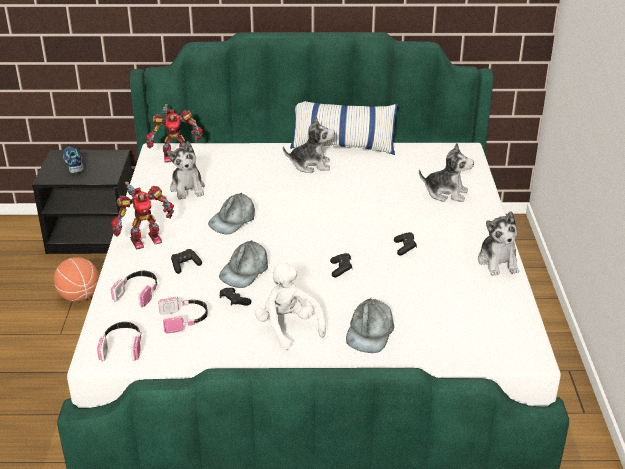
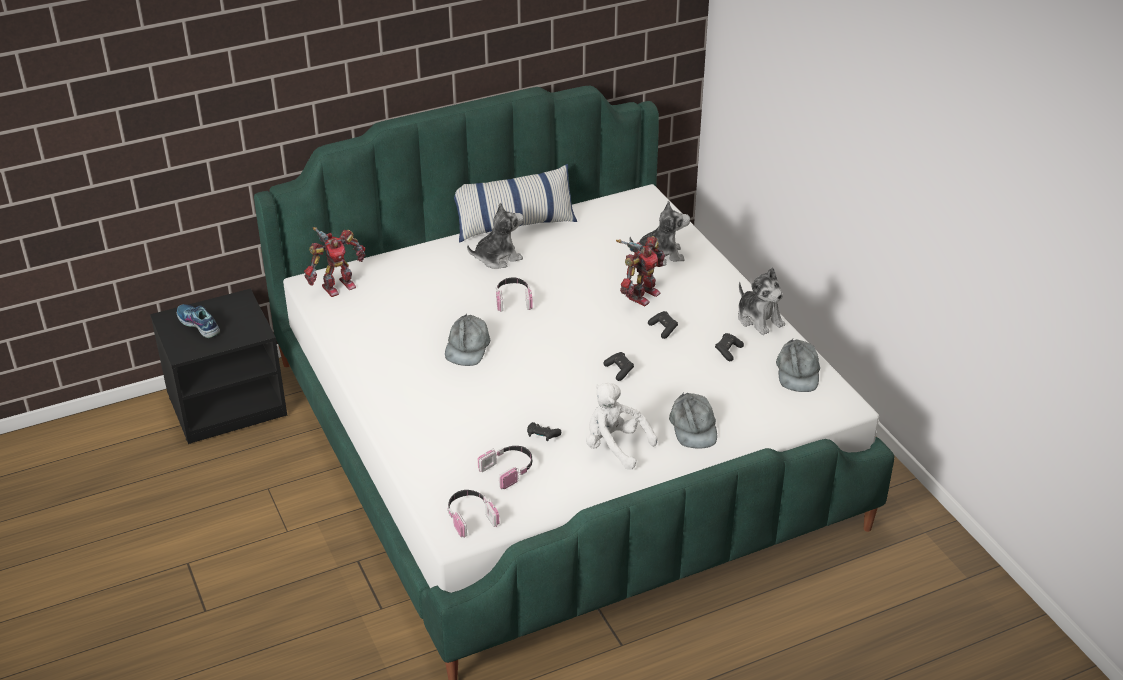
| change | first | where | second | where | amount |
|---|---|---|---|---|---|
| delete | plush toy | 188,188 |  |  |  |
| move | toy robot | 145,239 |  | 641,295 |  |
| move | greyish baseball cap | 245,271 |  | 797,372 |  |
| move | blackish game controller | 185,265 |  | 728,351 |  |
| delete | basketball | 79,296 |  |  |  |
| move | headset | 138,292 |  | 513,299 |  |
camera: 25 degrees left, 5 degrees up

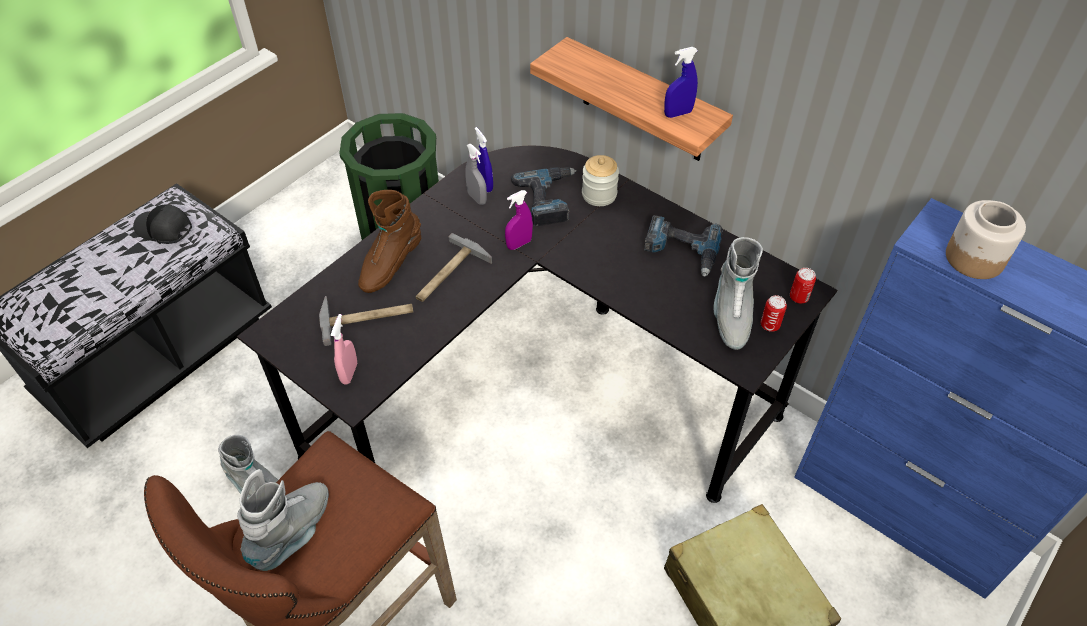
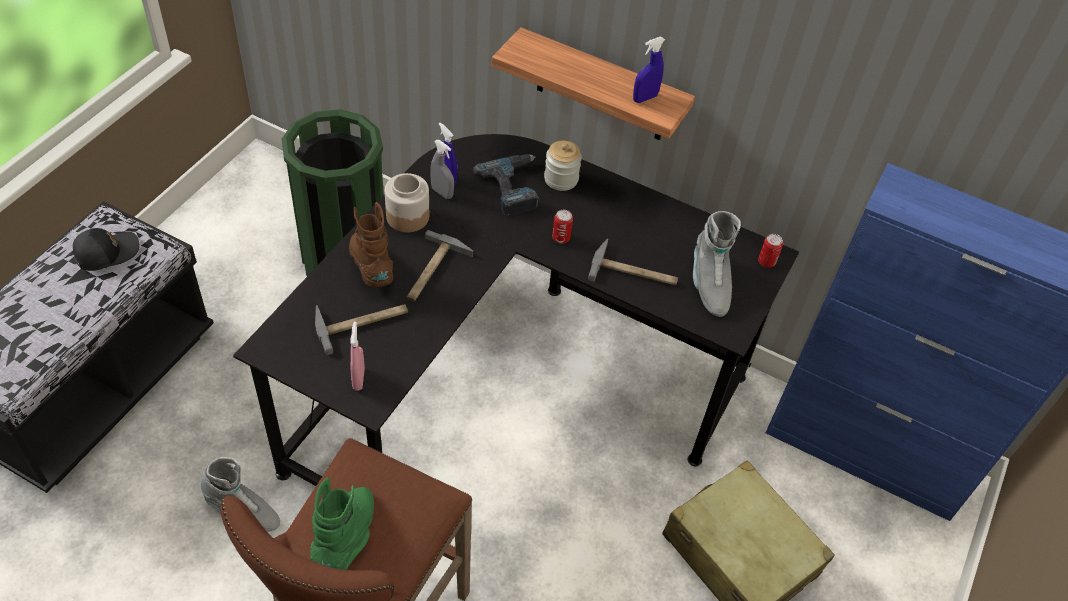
| change | first | where | second | where | amount |
|---|---|---|---|---|---|
| rotate | brownish high-top boot | 390,265 |  | 372,267 | 135 degrees clockwise |
| delete | purple spray bottle | 519,244 |  |  |  |
| move | storage jar | 973,258 |  | 407,216 |  |
| rotate | blackish baseball cap | 164,229 |  | 106,252 | 135 degrees clockwise |
| delete | power drill | 681,251 |  |  |  |
| move | can | 770,325 |  | 561,238 |  |
| recolor | greyish high-top boot | 294,533 | green high-top boot | 347,538 |  |
| insert |  |  | hand hammer | 634,271 |  |
camera: 15 degrees left, 0 degrees up

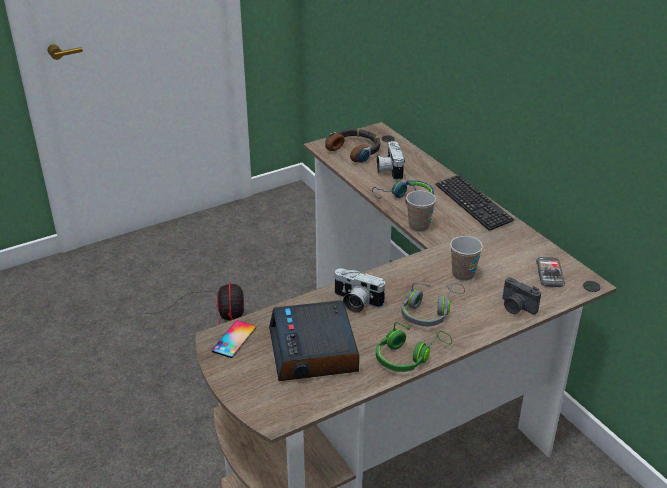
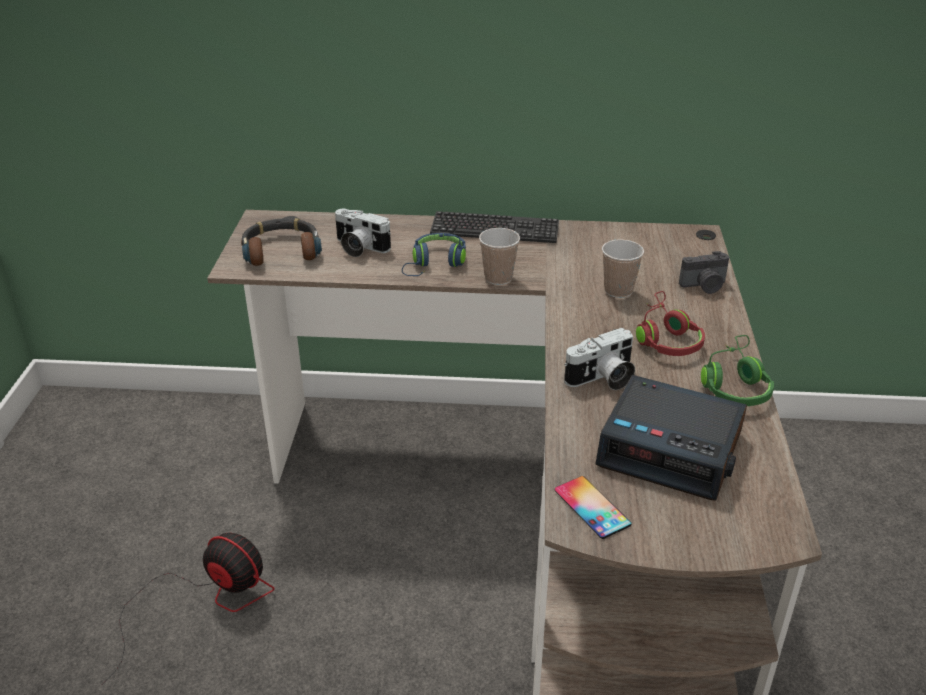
| change | first | where | second | where | amount |
|---|---|---|---|---|---|
| delete | phone | 550,273 |  |  |  |
| recolor | greyish headset | 430,311 | red headset | 665,338 |  |
camera: 55 degrees left, 0 degrees up

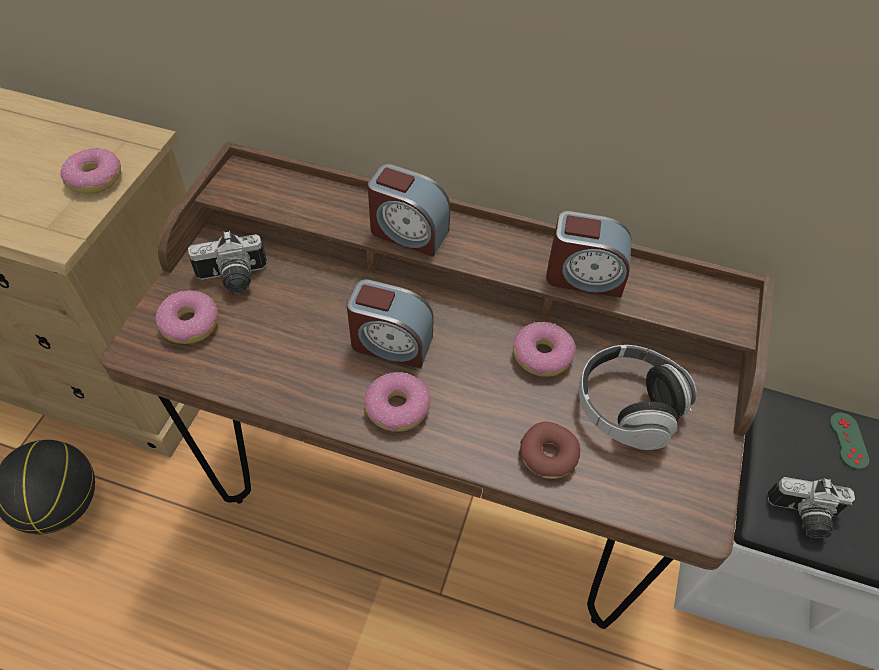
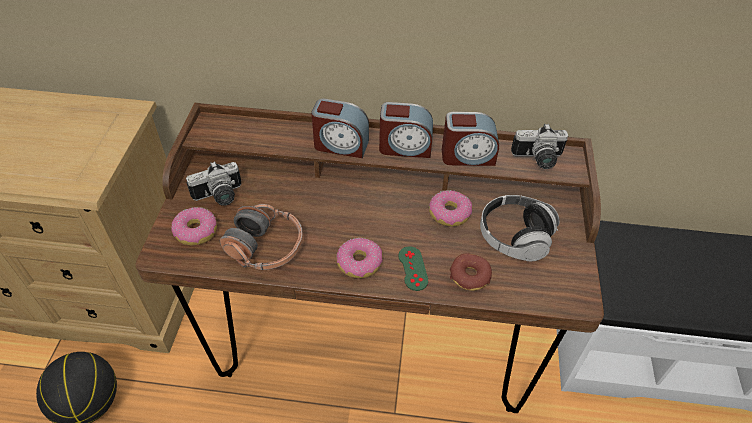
| change | first | where | second | where | amount |
|---|---|---|---|---|---|
| delete | donut | 95,178 |  |  |  |
| move | alarm clock | 390,343 |  | 405,147 |  |
| move | green game controller | 848,440 |  | 413,268 |  |
| move | photo camera | 803,517 |  | 538,160 |  |
| insert |  |  | headset | 265,247 |  |
camera: 10 degrees left, 5 degrees down

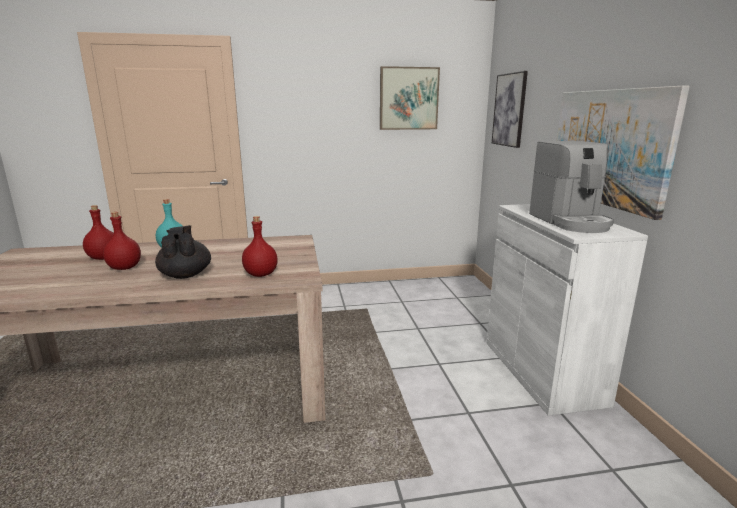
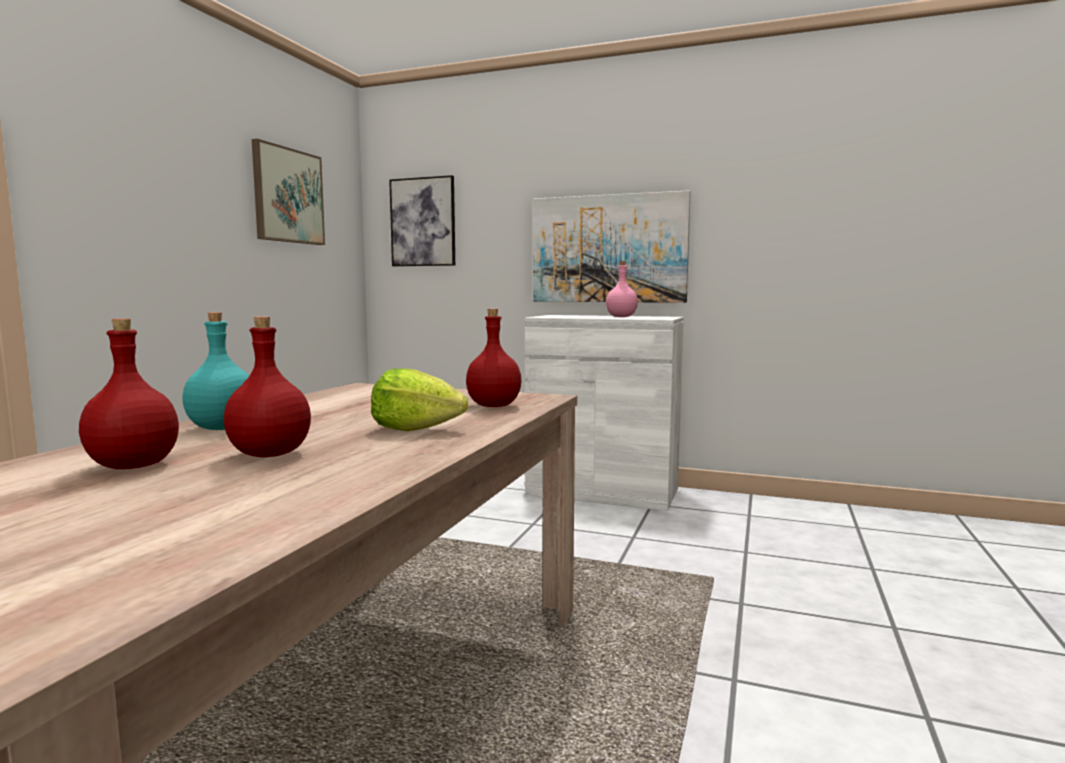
| change | first | where | second | where | amount |
|---|---|---|---|---|---|
| replace | coffee machine | 570,221 | pink beverage bottle | 621,317 |  |
| replace | blackish tea pot | 185,275 | lettuce head | 415,428 |  |
camera: 60 degrees left, 10 degrees down

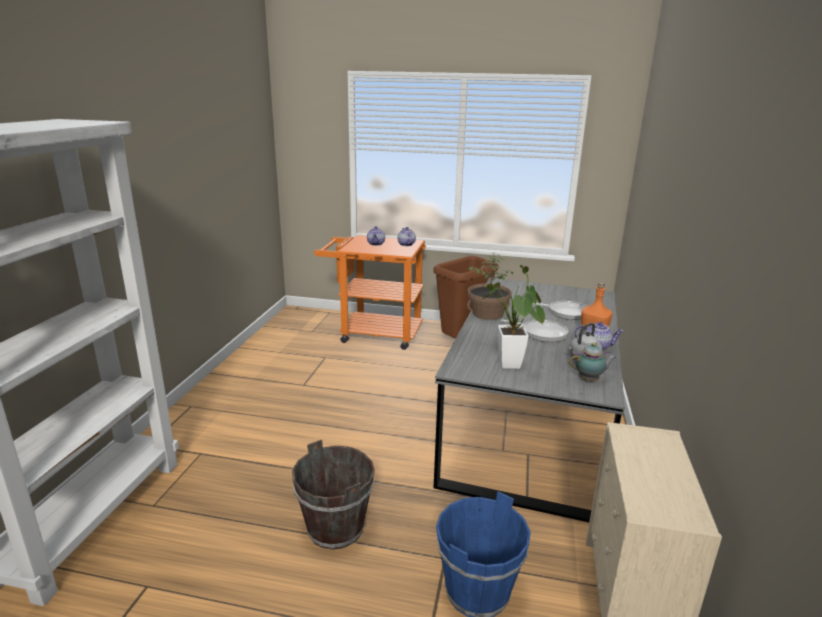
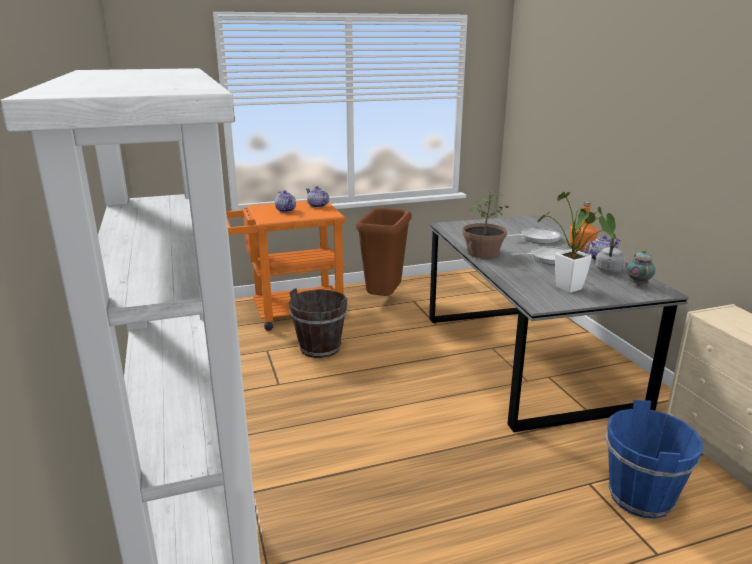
| change | first | where | second | where | amount |
|---|---|---|---|---|---|
| rotate | tea pot | 589,380 |  | 637,284 | 45 degrees counterclockwise |
| move | brownish bucket | 336,528 |  | 320,348 |  |
camera: 30 degrees left, 0 degrees up

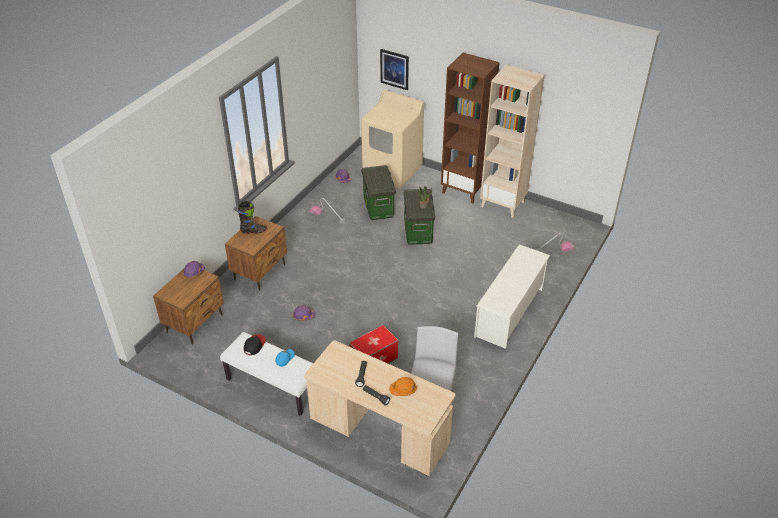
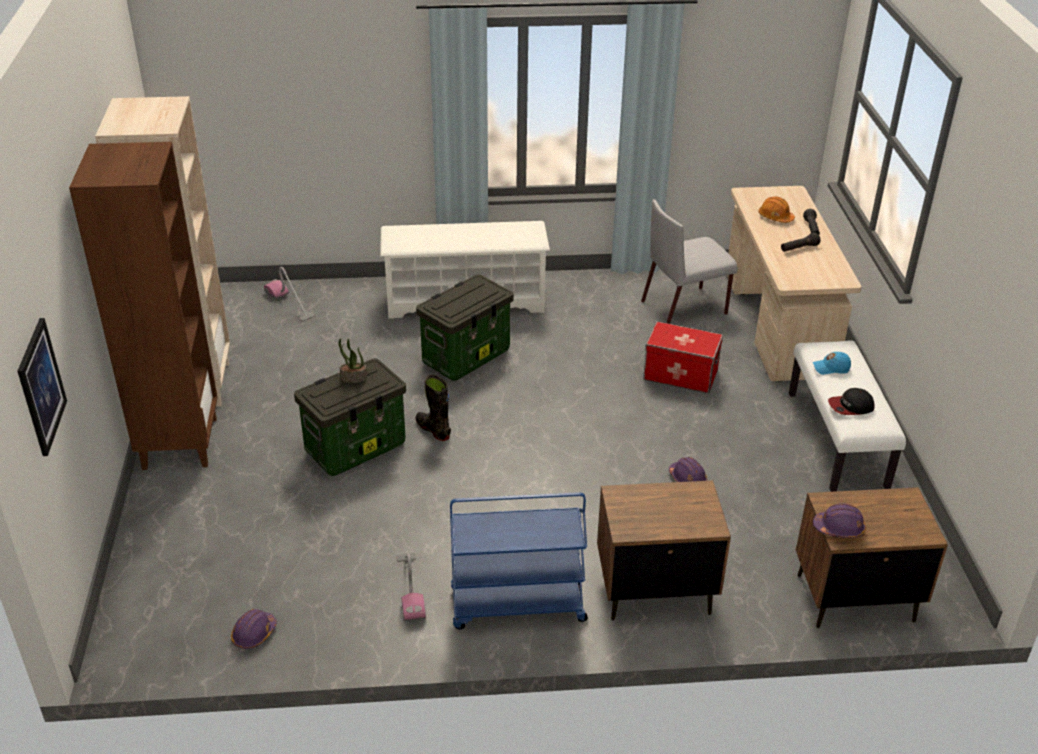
| change | first | where | second | where | amount |
|---|---|---|---|---|---|
| delete | beige laundry machine | 392,171 |  |  |  |
| move | storage bin | 379,207 |  | 466,356 |  |
| move | blackish high-top boot | 253,231 |  | 433,430 |  |
| insert |  |  | bluish trolley | 516,606 |  |
camera: 125 degrees left, 5 degrees down

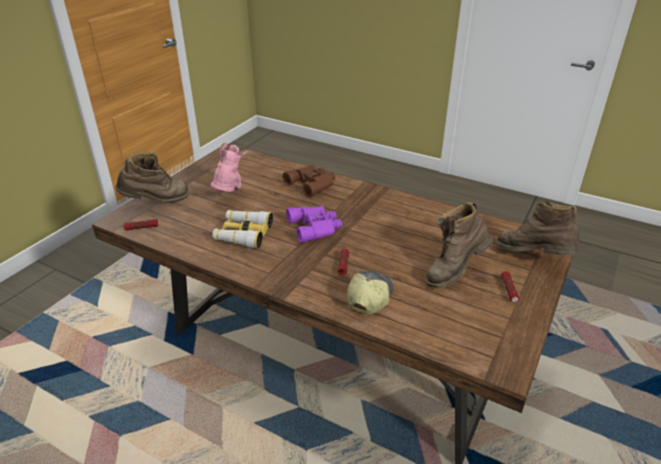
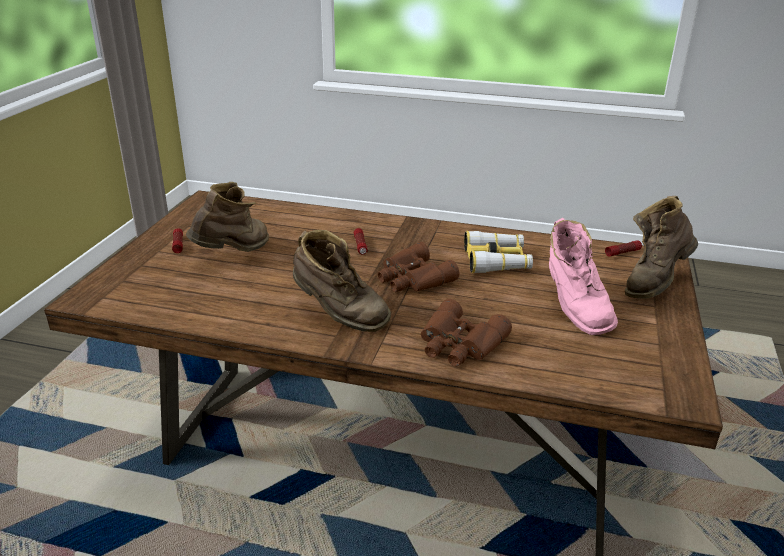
| change | first | where | second | where | amount |
|---|---|---|---|---|---|
| move | brownish high-top boot | 532,258 |  | 339,315 |  |
| recolor | purple binoculars | 316,227 | brownish binoculars | 412,278 |  |
| delete | baseball cap | 369,297 |  |  |  |
camera: 165 degrees right, 5 degrees down

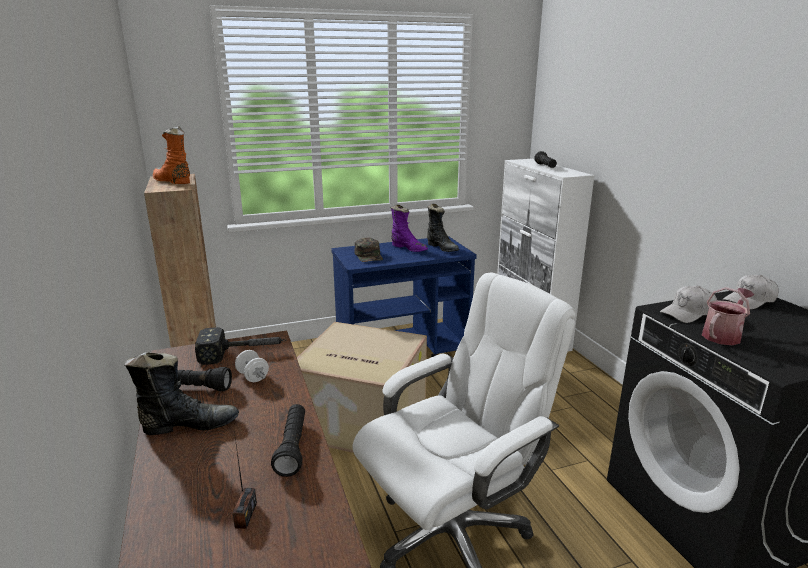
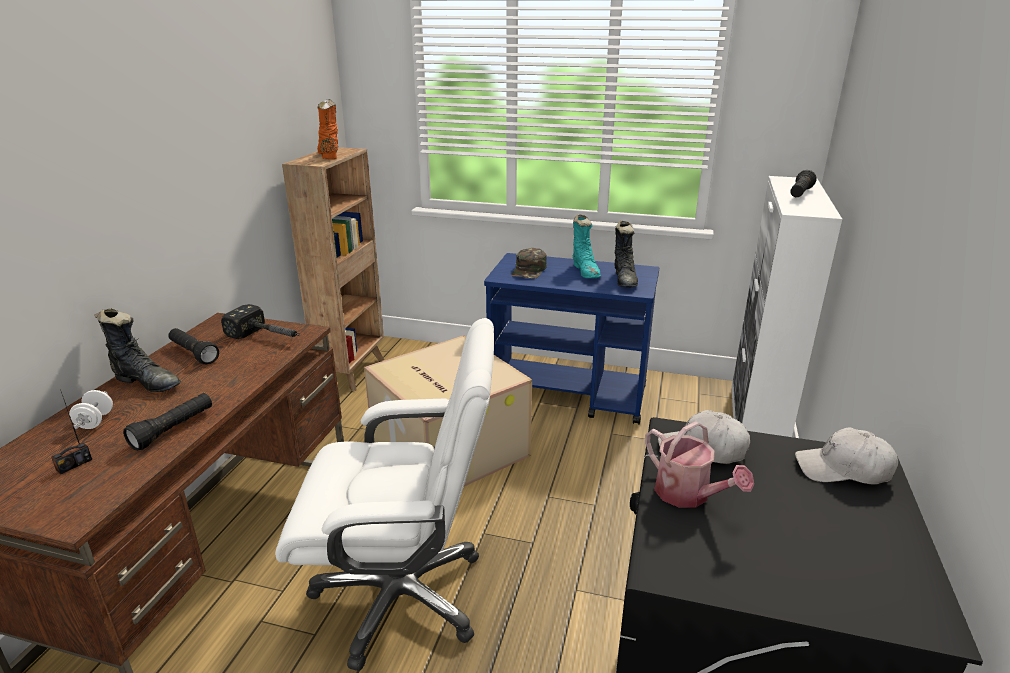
| change | first | where | second | where | amount |
|---|---|---|---|---|---|
| recolor | purple high-top boot | 408,248 | turquoise-coloured high-top boot | 586,271 |  |
| rotate | sprinkling can | 723,335 |  | 688,495 | 60 degrees clockwise |
| move | white-coloured hand weight | 253,377 |  | 95,421 |  |
camera: 35 degrees right, 5 degrees up

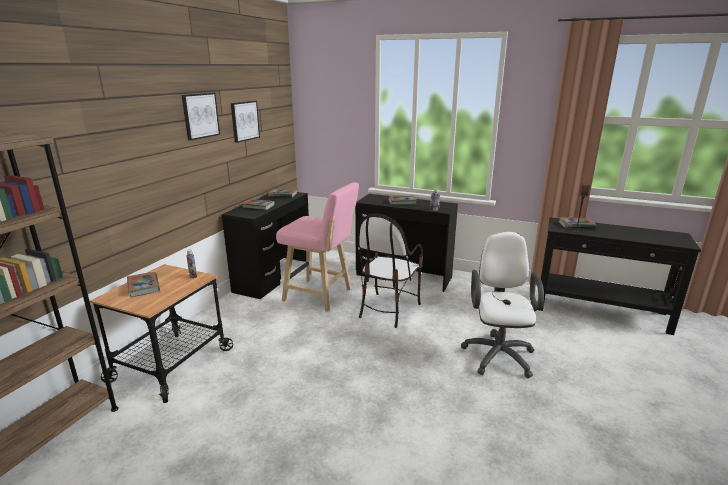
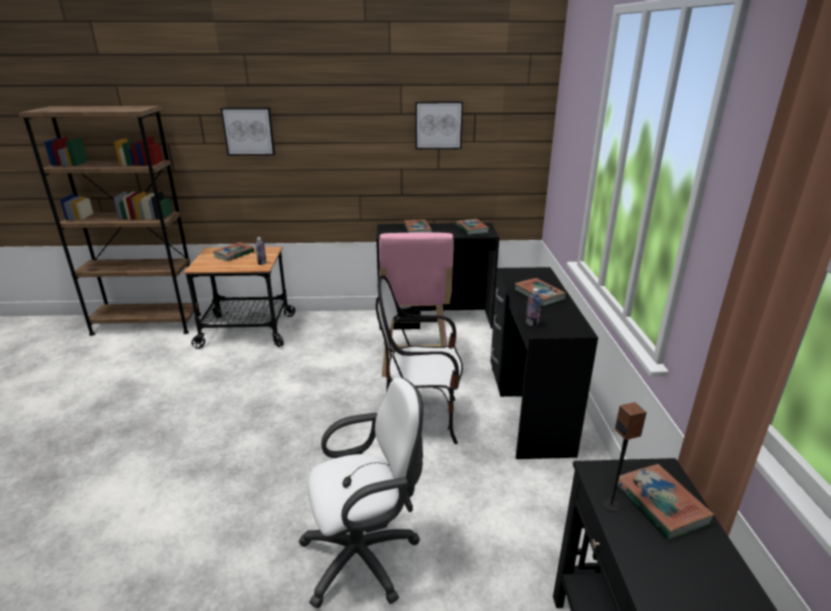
| change | first | where | second | where | amount |
|---|---|---|---|---|---|
| move | picture | 200,115 |  | 249,131 |  |
camera: 65 degrees right, 5 degrees up

